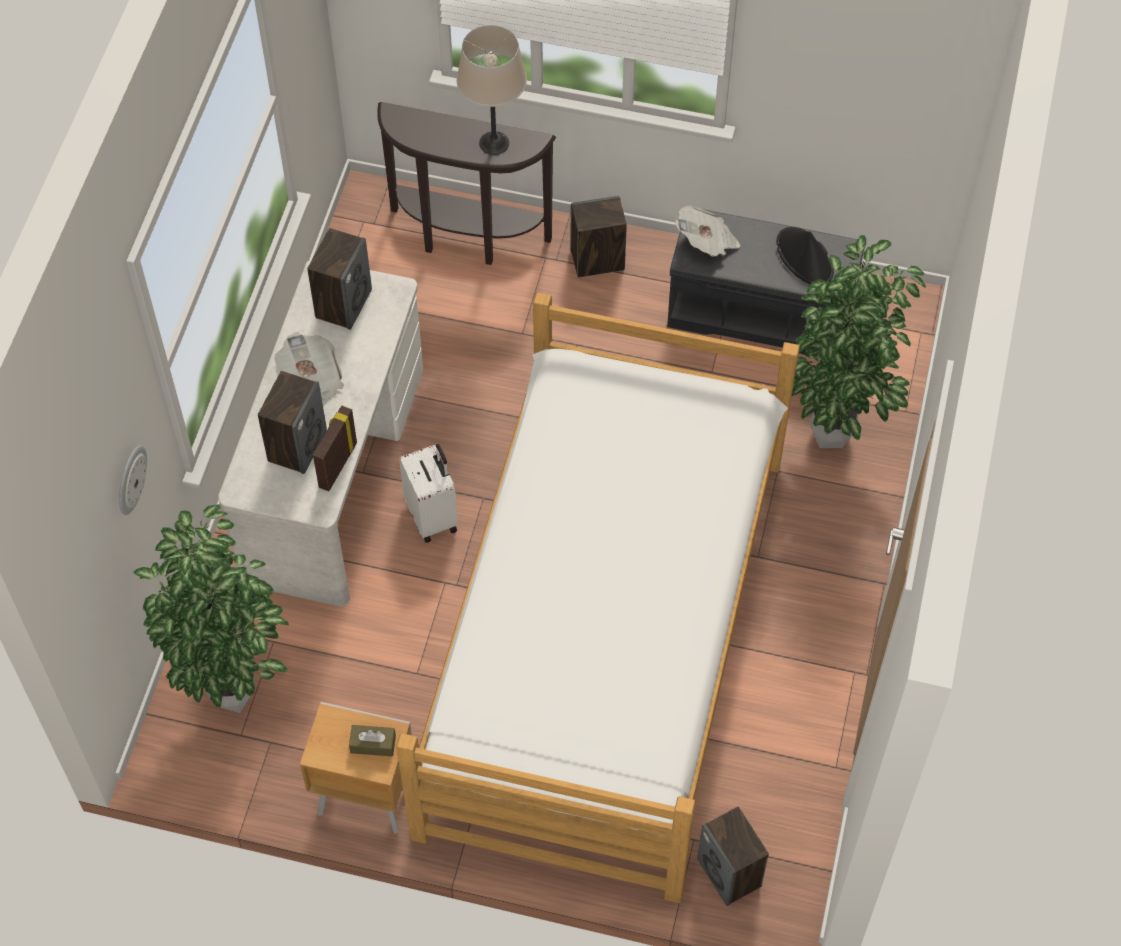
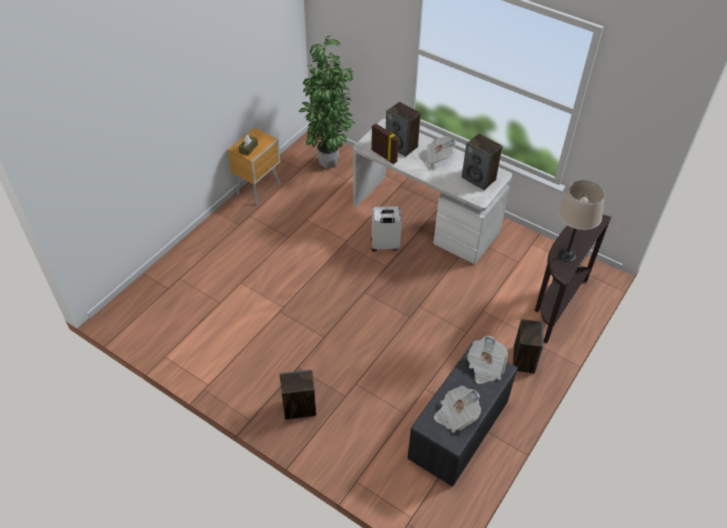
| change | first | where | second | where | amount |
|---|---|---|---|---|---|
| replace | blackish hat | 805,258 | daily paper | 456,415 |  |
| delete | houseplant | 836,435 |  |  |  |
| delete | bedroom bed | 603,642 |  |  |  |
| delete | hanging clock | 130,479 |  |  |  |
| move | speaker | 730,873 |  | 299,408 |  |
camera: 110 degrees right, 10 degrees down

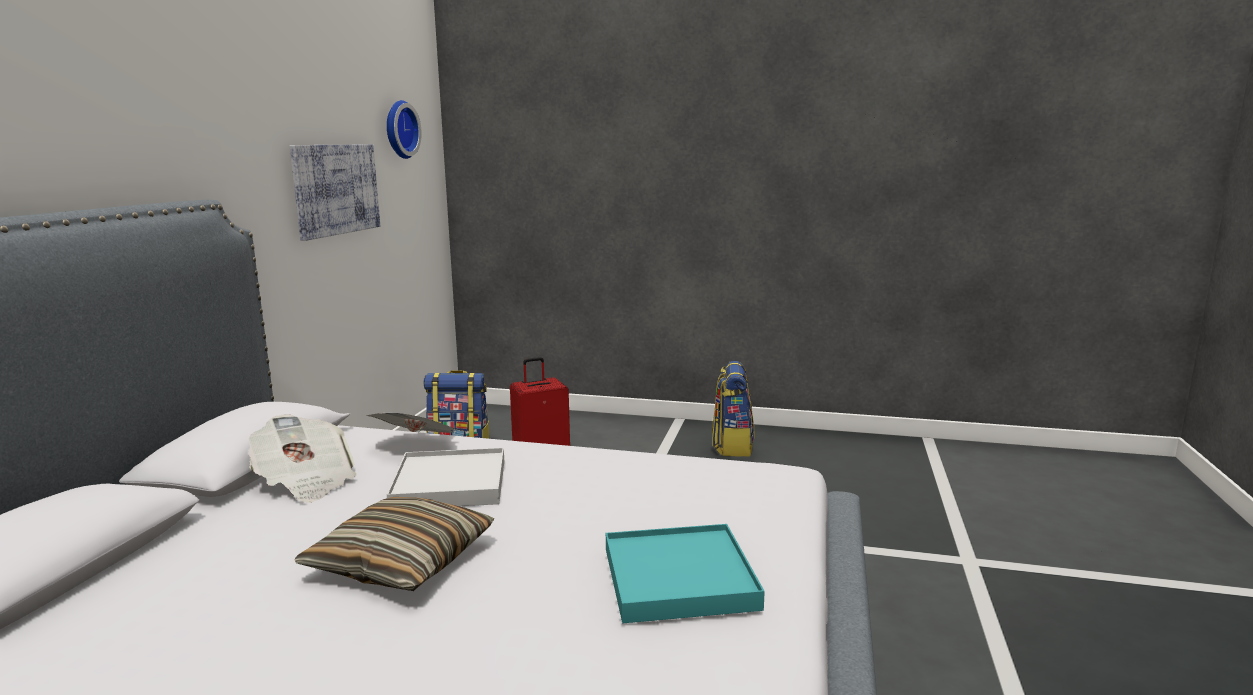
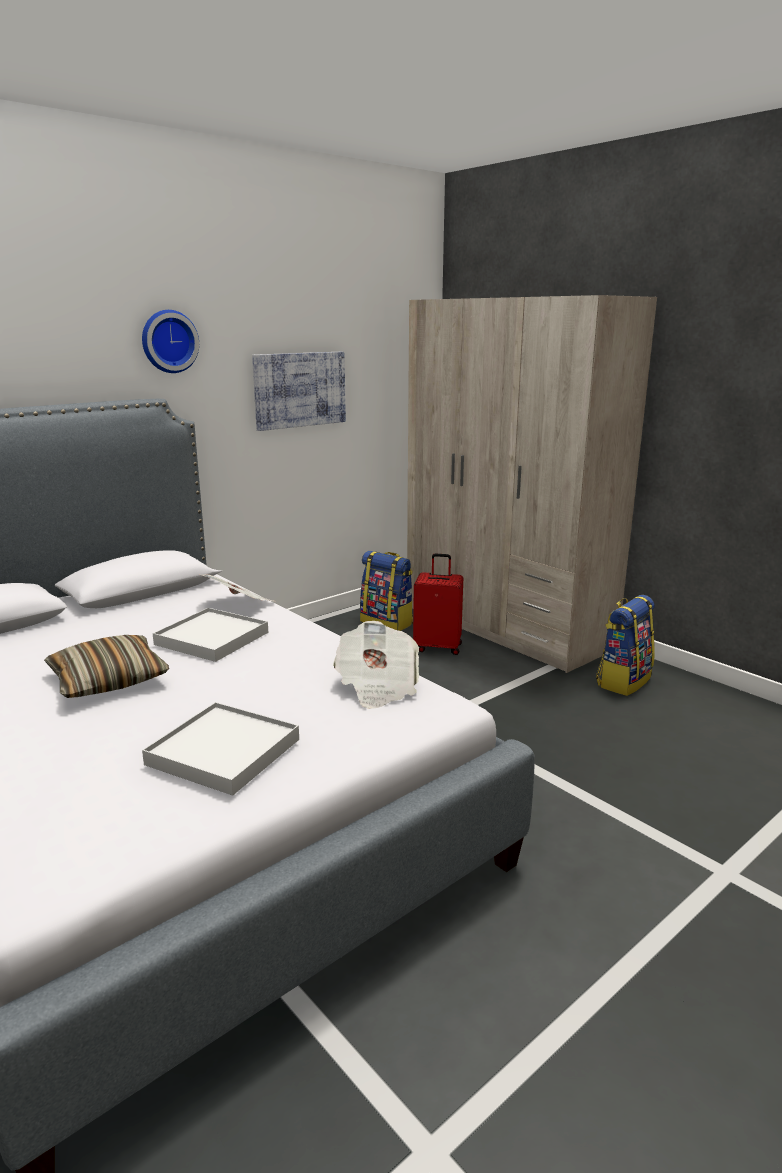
| change | first | where | second | where | amount |
|---|---|---|---|---|---|
| move | hanging clock | 399,129 |  | 168,341 |  |
| move | daily paper | 306,482 |  | 377,686 |  |
| recolor | turquoise-coloured carrying tray | 679,578 | white-coloured carrying tray | 224,752 |  |
| insert |  |  | beige clothes cupboard | 505,627 |  |
camera: 35 degrees right, 5 degrees up

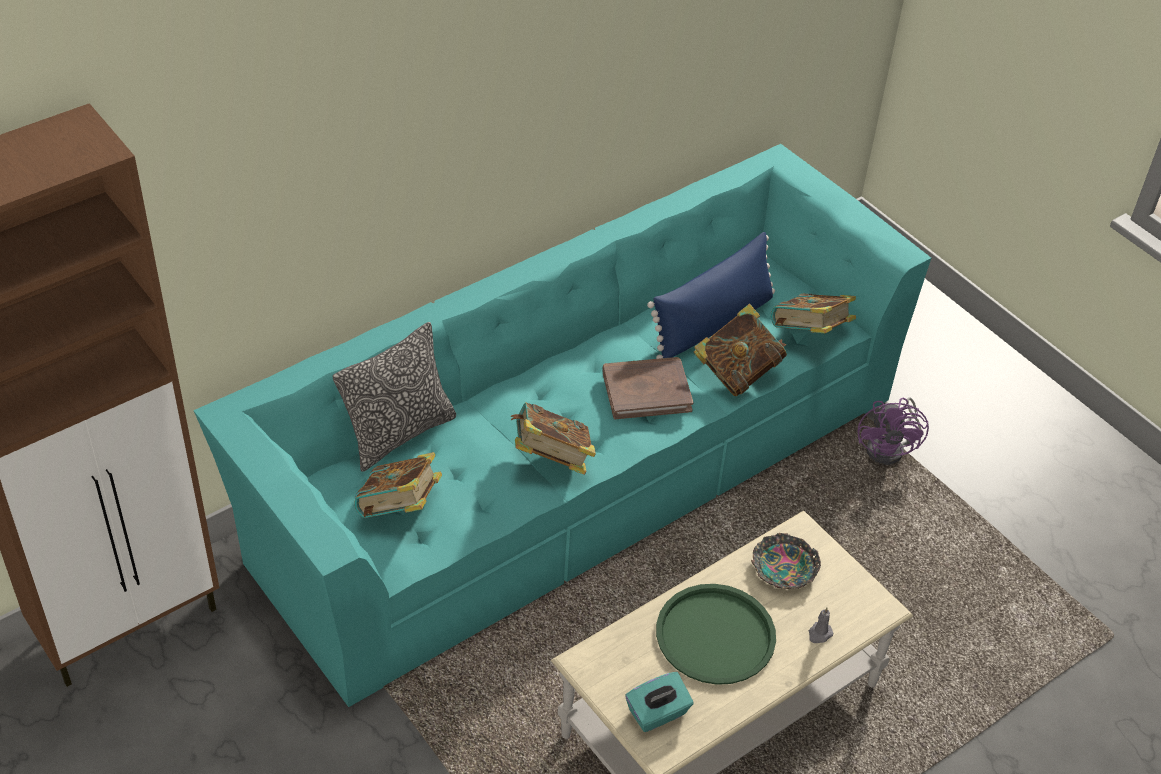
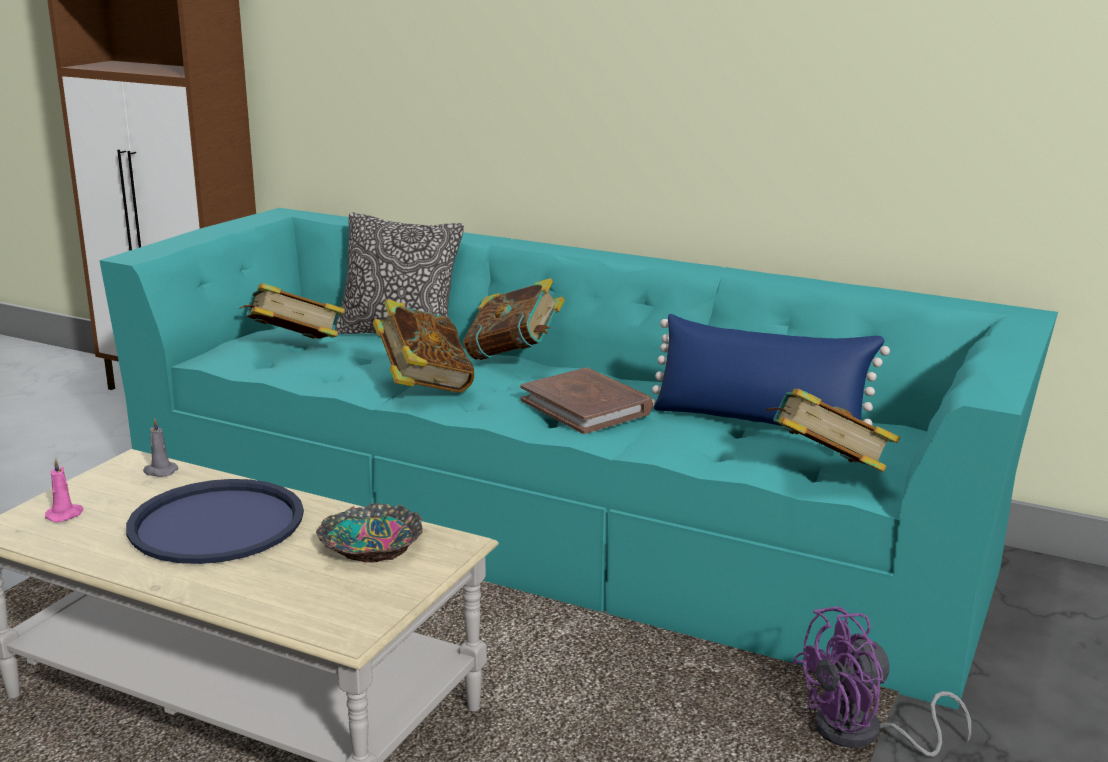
| change | first | where | second | where | amount |
|---|---|---|---|---|---|
| move | book | 737,372 |  | 514,356 |  |
| recolor | green carrying tray | 715,635 | bluish carrying tray | 216,523 |  |
| move | greyish wax candle | 819,634 |  | 159,471 |  |
| replace | turquoise-coloured box of tissues | 657,713 | pink wax candle | 65,515 |  |
camera: 65 degrees right, 25 degrees down

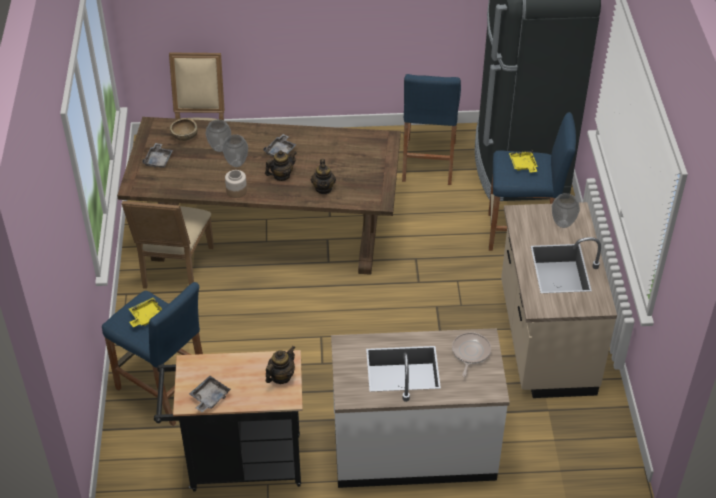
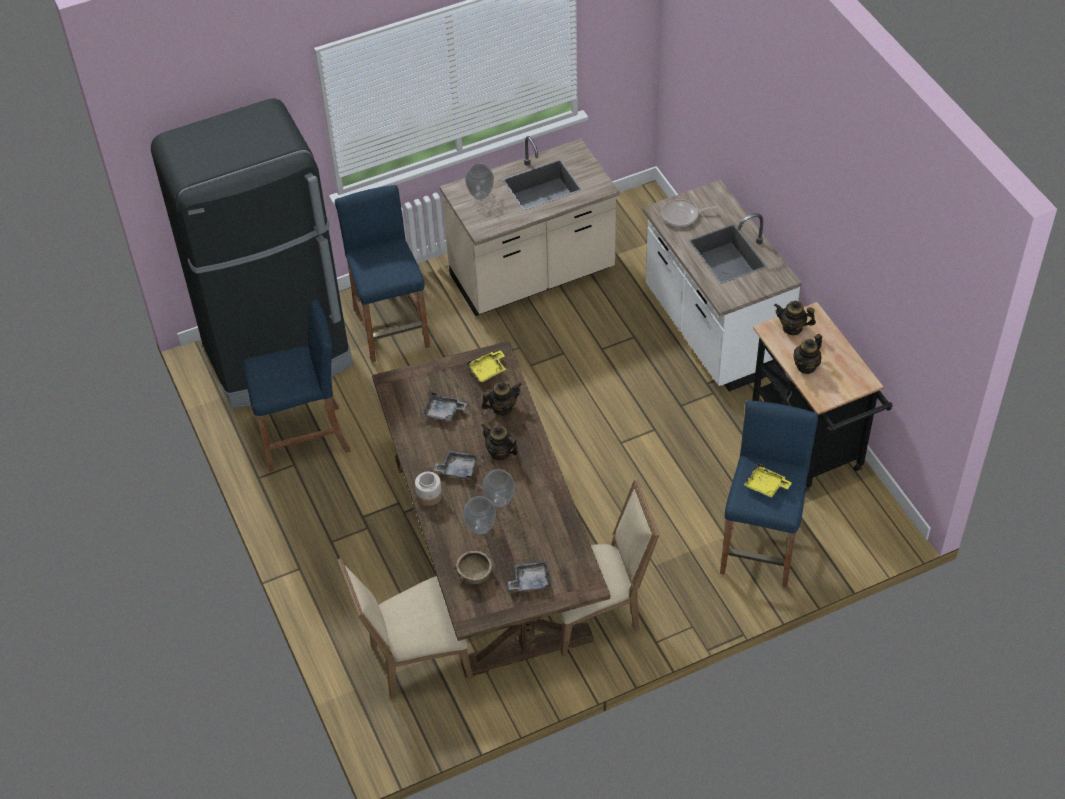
| change | first | where | second | where | amount |
|---|---|---|---|---|---|
| move | yellow-coloured carrying tray | 523,165 |  | 488,370 |  |
| move | storage jar | 236,191 |  | 429,496 |  |
| move | greyish carrying tray | 209,398 |  | 443,412 |  |
| insert |  |  | tea pot | 806,366 |  |
camera: 110 degrees left, 5 degrees up

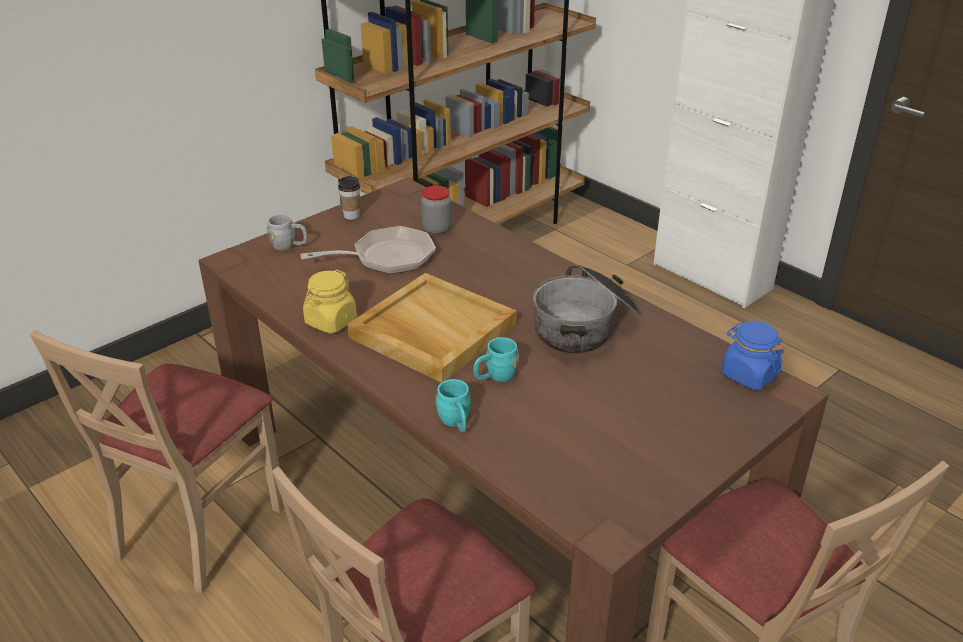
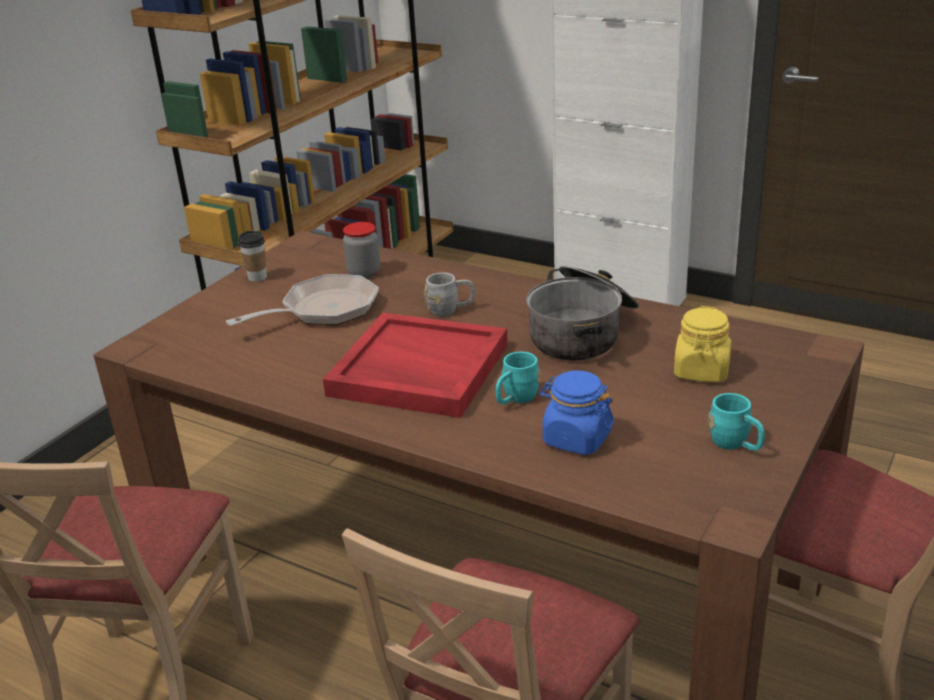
| change | first | where | second | where | amount |
|---|---|---|---|---|---|
| move | greyish tea mug | 289,246 |  | 450,310 |  |
| move | yellow-coloured storage jar | 331,321 |  | 701,371 |  |
| recolor | beige carrying tray | 431,331 | red carrying tray | 417,370 |  |
| move | bluish storage jar | 748,375 |  | 576,439 |  |
| move | turquoise-coloured tea mug | 456,423 |  | 735,445 |  |
camera: 15 degrees left, 5 degrees down

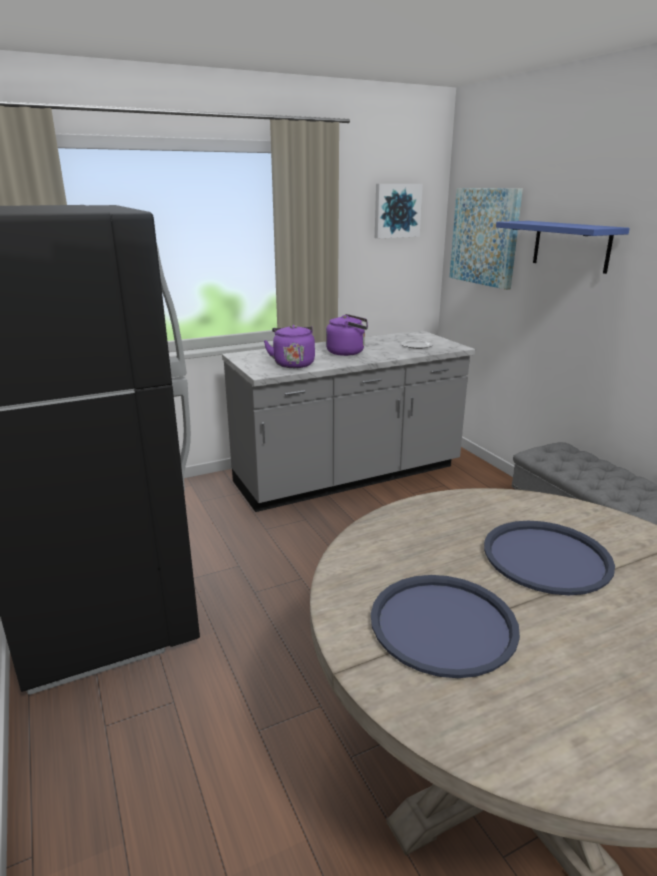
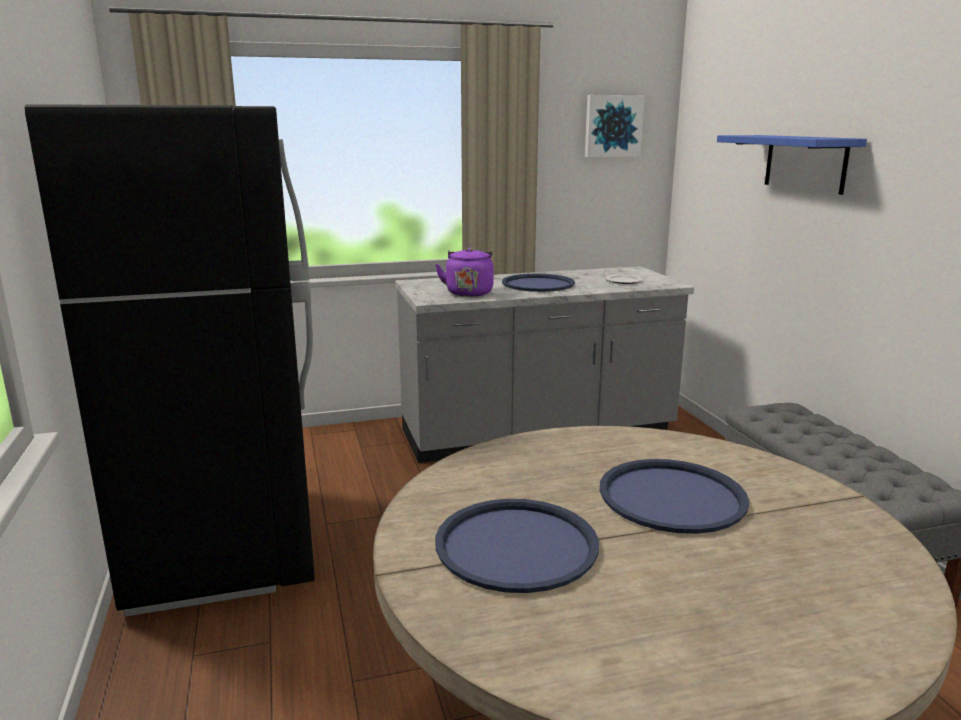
| change | first | where | second | where | amount |
|---|---|---|---|---|---|
| delete | picture | 485,237 |  |  |  |
| replace | purple tea kettle | 348,352 | bluish carrying tray | 538,284 |  |
camera: 10 degrees right, 5 degrees down

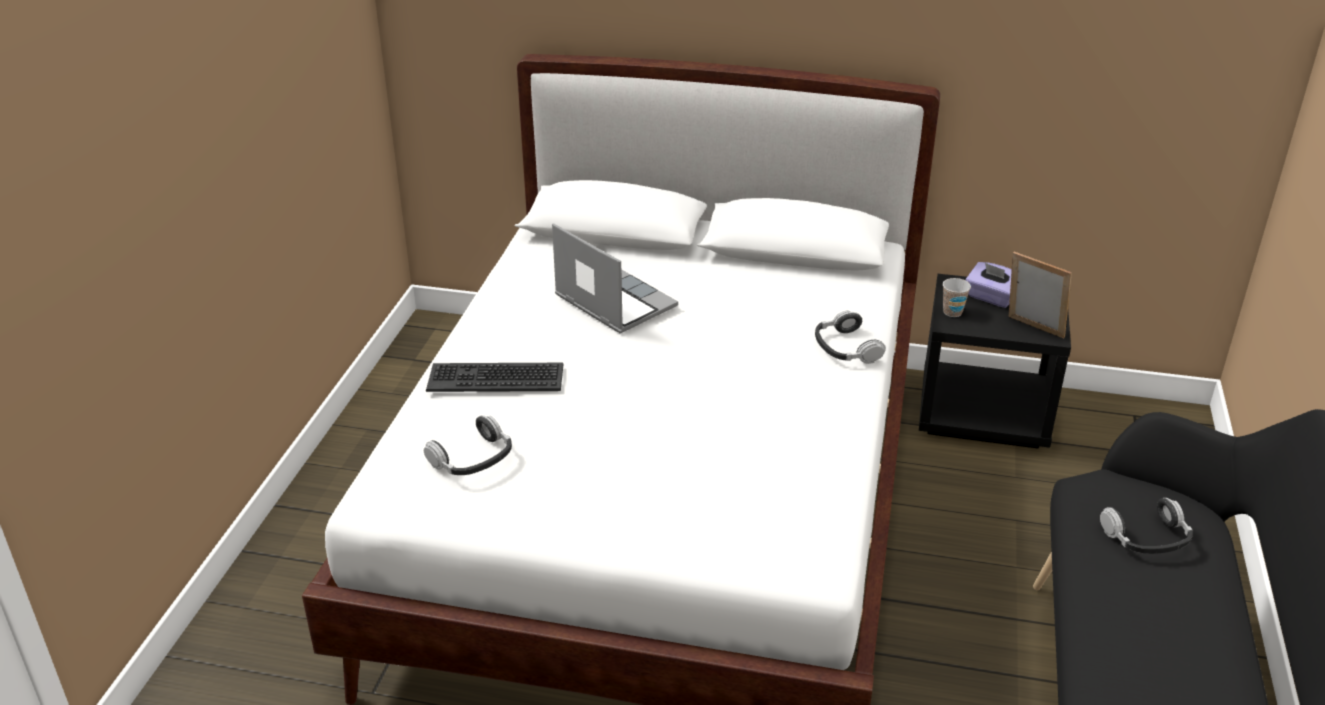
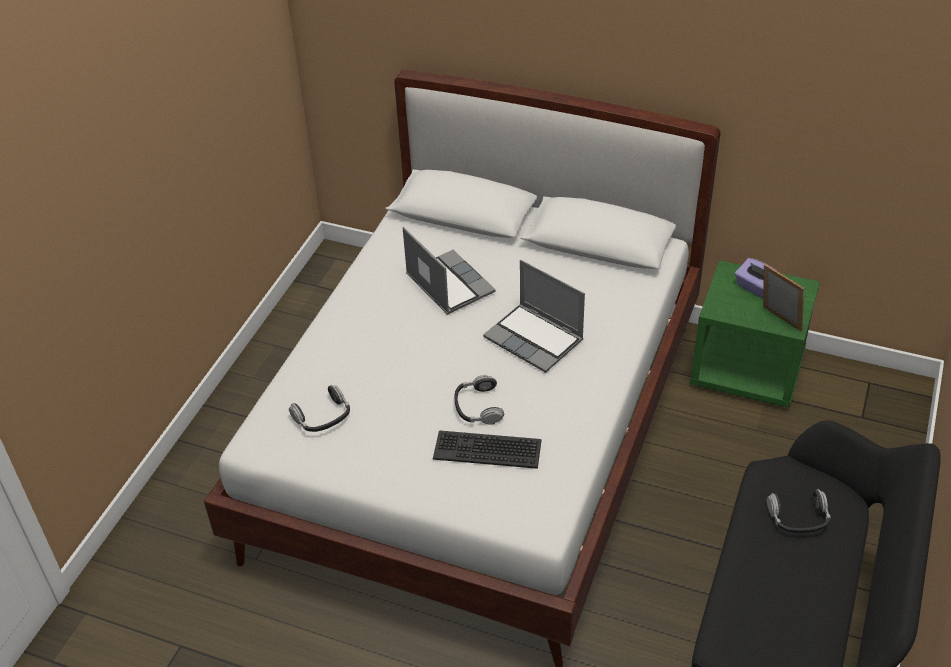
| change | first | where | second | where | amount |
|---|---|---|---|---|---|
| recolor | blackish nightstand | 984,413 | green nightstand | 748,370 |  |
| delete | small cup | 952,312 |  |  |  |
| move | headset | 845,348 |  | 478,407 |  |
| move | computer keyboard | 496,378 |  | 487,449 |  |
| insert |  |  | laptop | 535,339 |  |
camera: 10 degrees right, 10 degrees up

